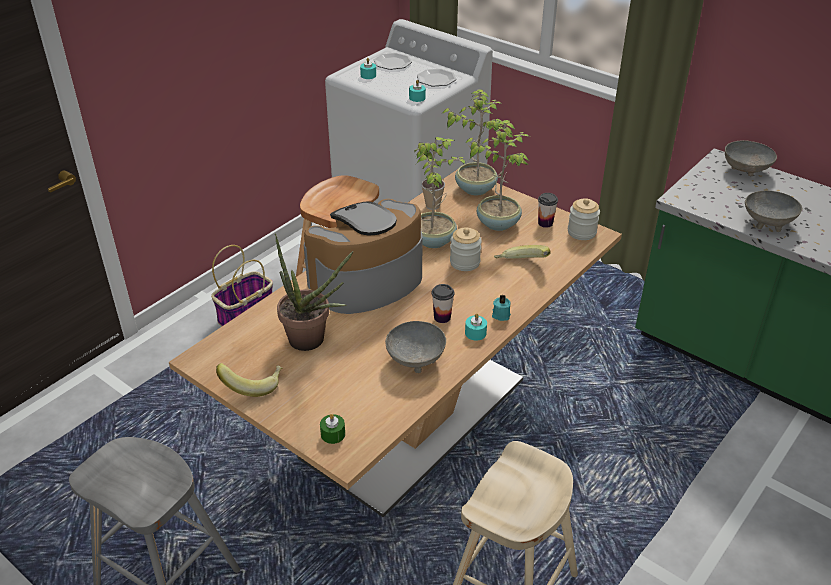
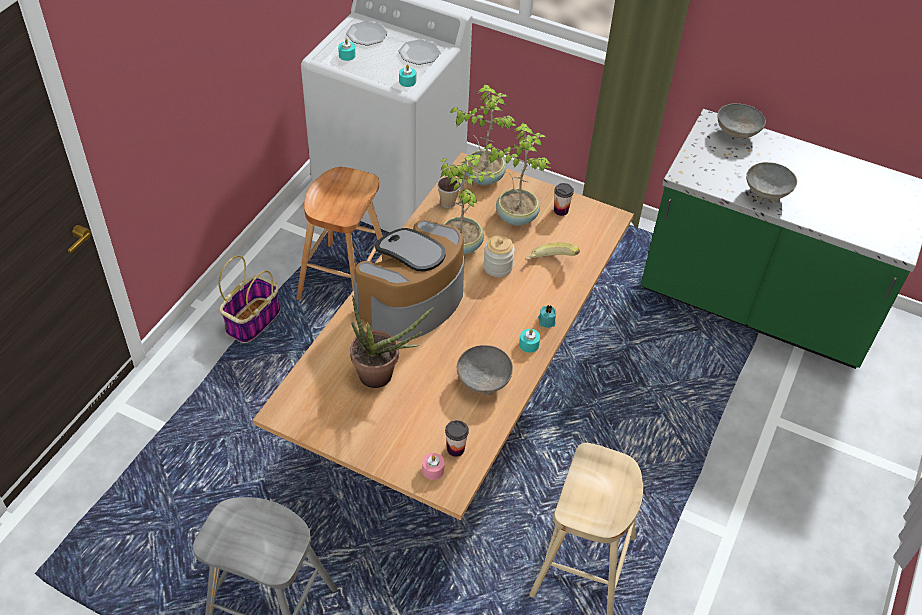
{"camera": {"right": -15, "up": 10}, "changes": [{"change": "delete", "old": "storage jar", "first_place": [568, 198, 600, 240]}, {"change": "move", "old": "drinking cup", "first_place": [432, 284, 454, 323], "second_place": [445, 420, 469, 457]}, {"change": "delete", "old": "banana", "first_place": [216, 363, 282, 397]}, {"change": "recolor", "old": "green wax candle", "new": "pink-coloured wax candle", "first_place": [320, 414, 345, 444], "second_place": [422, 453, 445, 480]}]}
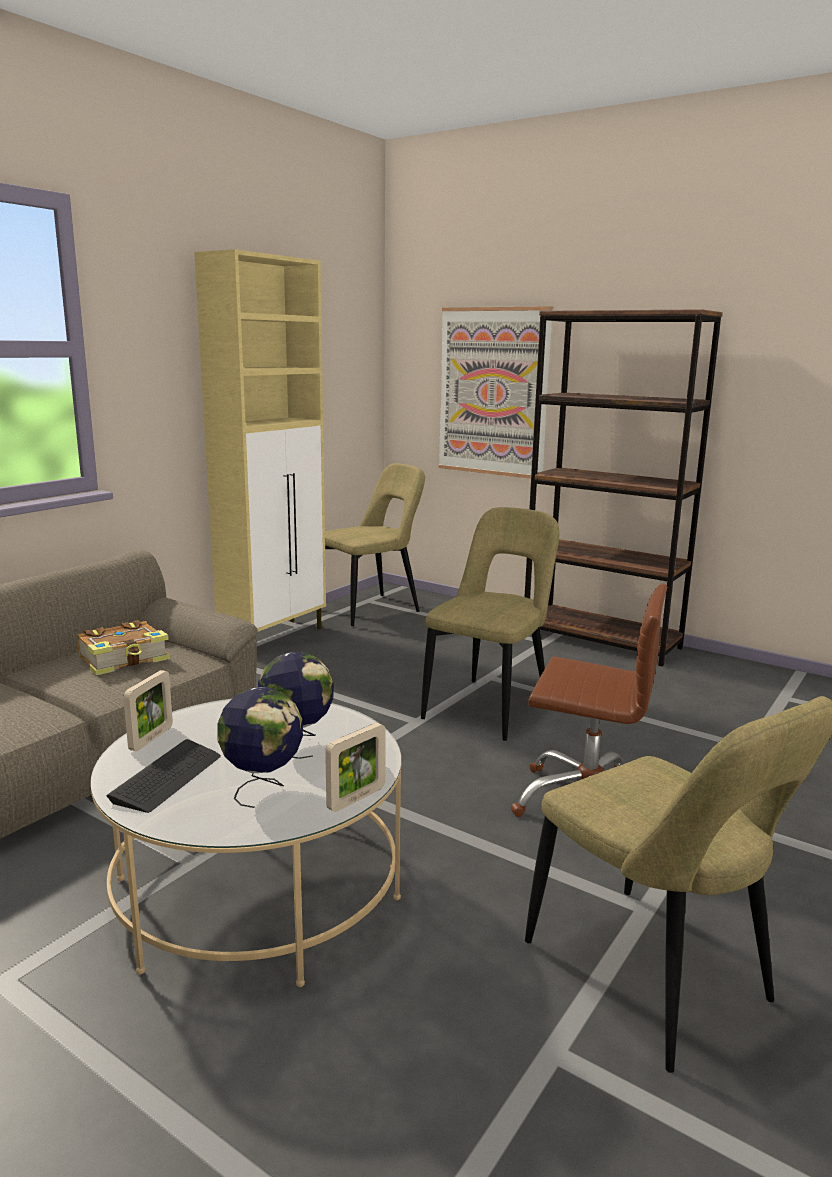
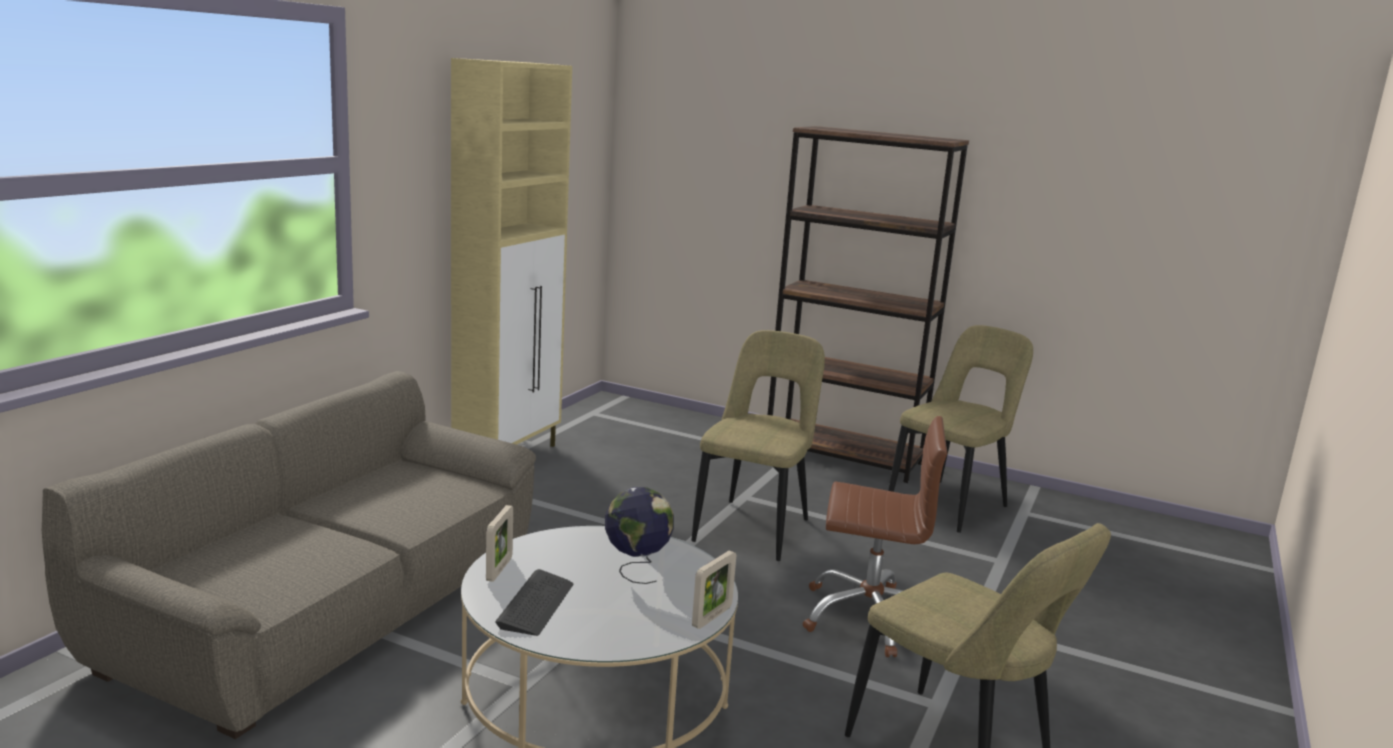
{"camera": {"right": -10, "up": 0}, "changes": [{"change": "delete", "old": "picture", "first_place": [438, 306, 553, 479]}, {"change": "move", "old": "beige plain chair", "first_place": [325, 463, 425, 626], "second_place": [888, 325, 1033, 533]}, {"change": "delete", "old": "bound book", "first_place": [77, 620, 170, 675]}, {"change": "delete", "old": "desk globe", "first_place": [217, 687, 303, 808]}]}
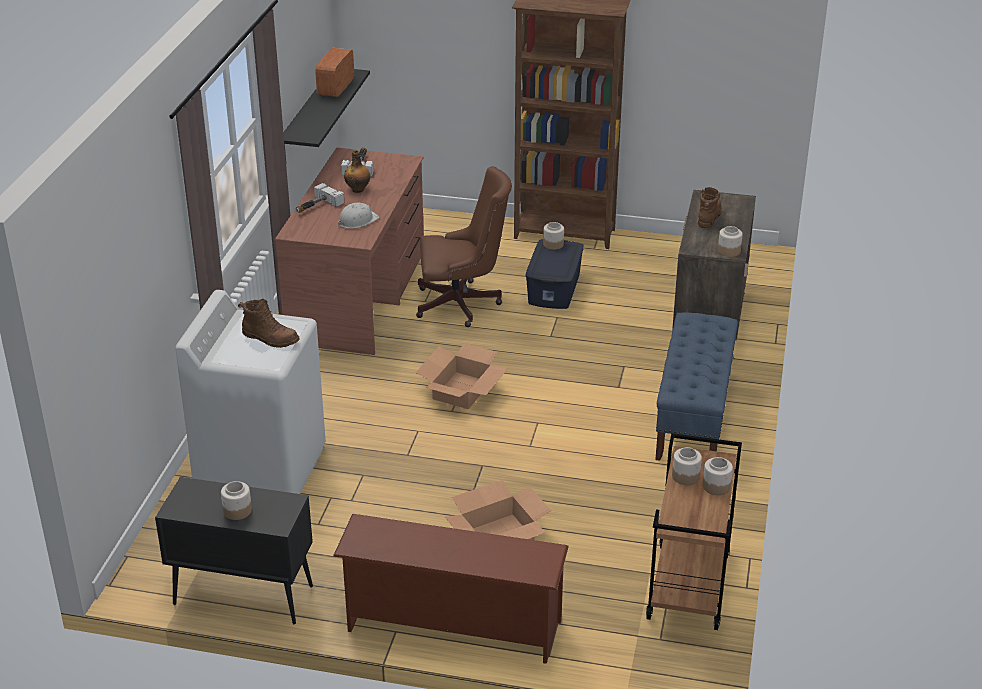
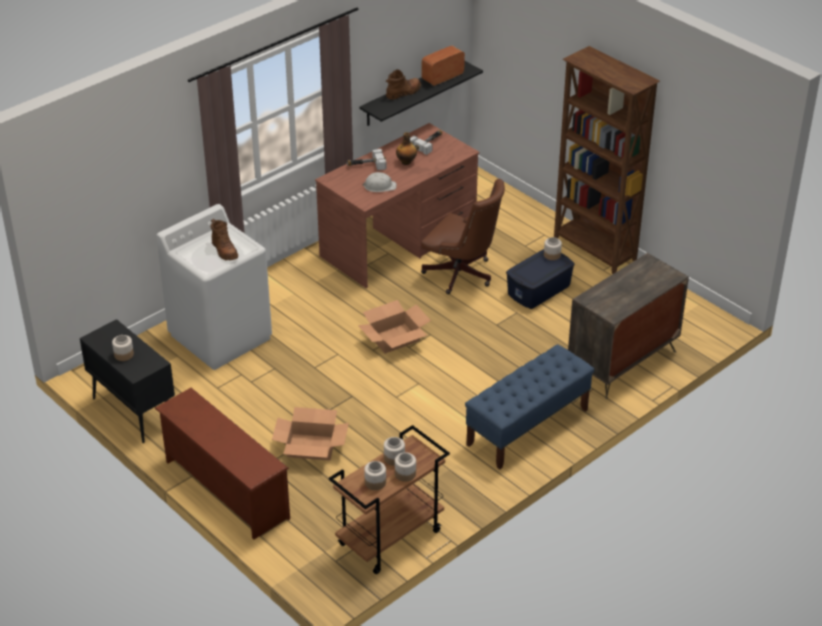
{"camera": {"right": 35, "up": 5}, "changes": [{"change": "move", "old": "brown tall boot", "first_place": [698, 187, 722, 228], "second_place": [386, 69, 421, 99]}, {"change": "move", "old": "storage jar", "first_place": [718, 226, 743, 257], "second_place": [364, 461, 386, 490]}]}
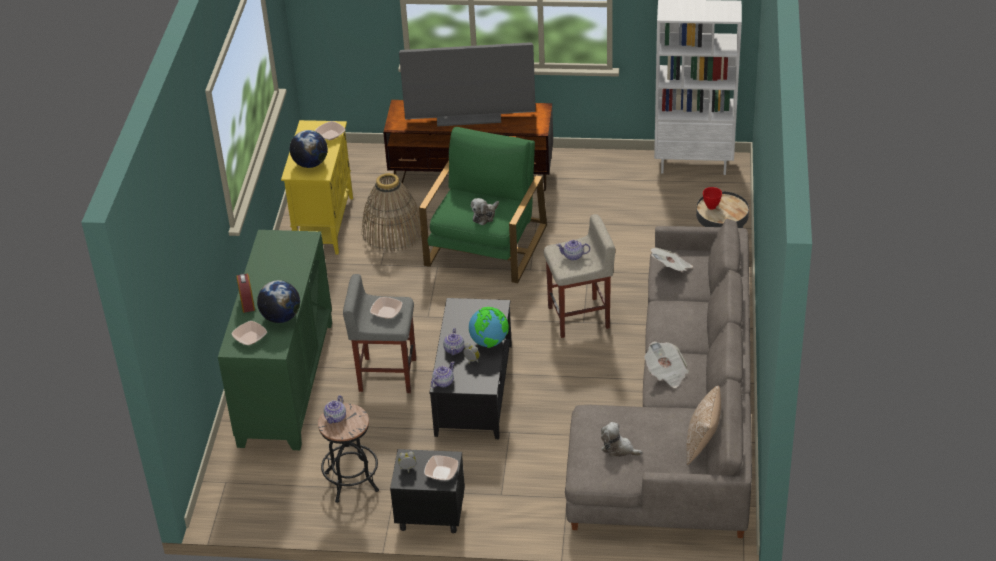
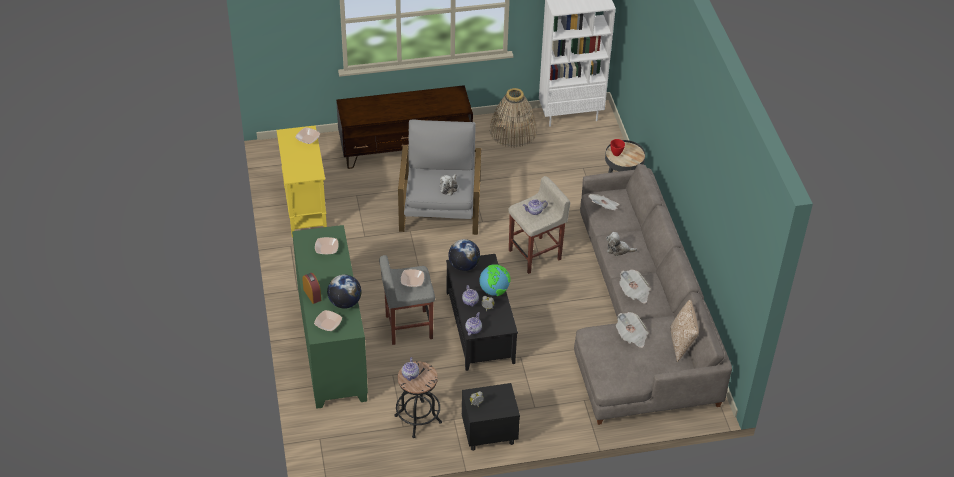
{"camera": {"right": -20, "up": 5}, "changes": [{"change": "delete", "old": "TV", "first_place": [399, 42, 536, 127]}, {"change": "recolor", "old": "green easy chair", "new": "gray easy chair", "first_place": [419, 127, 547, 283], "second_place": [398, 119, 481, 235]}, {"change": "move", "old": "desk globe", "first_place": [290, 130, 328, 168], "second_place": [448, 239, 480, 271]}, {"change": "move", "old": "storage basket", "first_place": [362, 173, 422, 252], "second_place": [490, 88, 537, 148]}, {"change": "move", "old": "cuddly toy", "first_place": [601, 422, 643, 457], "second_place": [607, 232, 637, 256]}, {"change": "move", "old": "deep dish", "first_place": [424, 455, 458, 480], "second_place": [315, 237, 339, 254]}, {"change": "insert", "new": "daily paper", "second_place": [616, 312, 649, 348]}]}
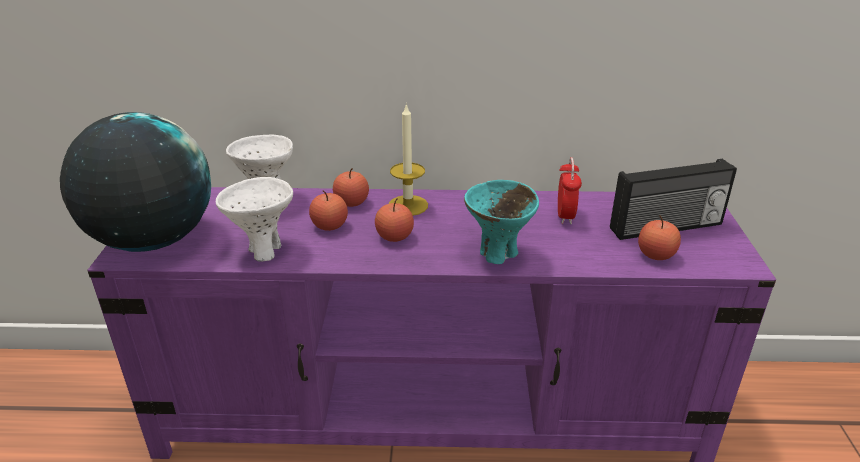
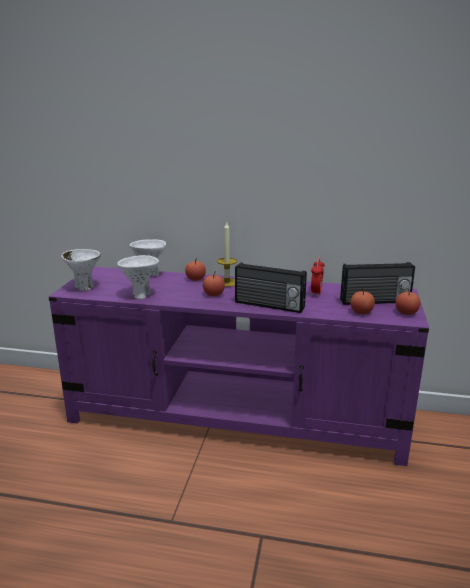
{"camera": {"right": 10, "up": -10}, "changes": [{"change": "replace", "old": "desk globe", "new": "white deep dish", "first_place": [60, 112, 211, 252], "second_place": [61, 249, 101, 291]}, {"change": "replace", "old": "turquoise deep dish", "new": "radio", "first_place": [464, 180, 539, 264], "second_place": [235, 262, 307, 313]}, {"change": "move", "old": "apple", "first_place": [309, 191, 348, 231], "second_place": [395, 289, 421, 315]}]}
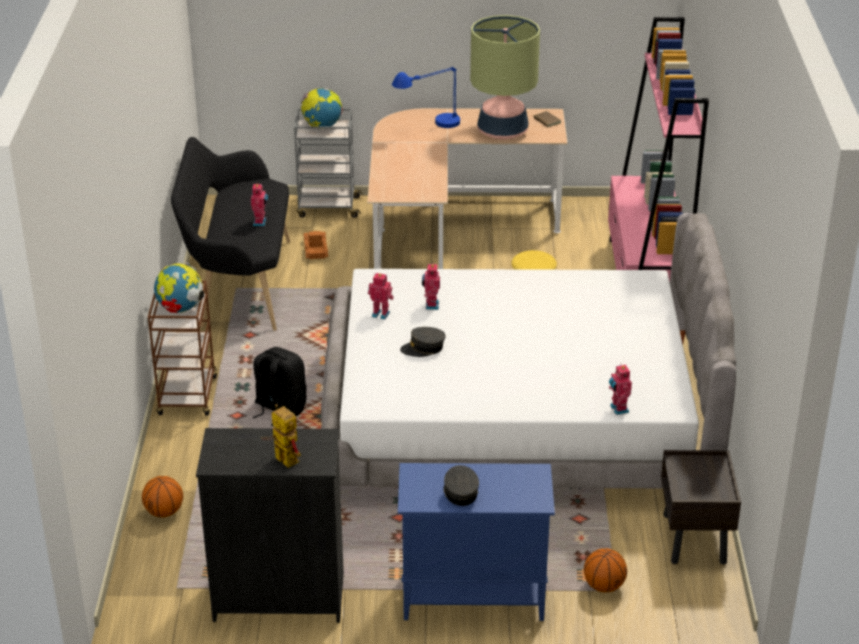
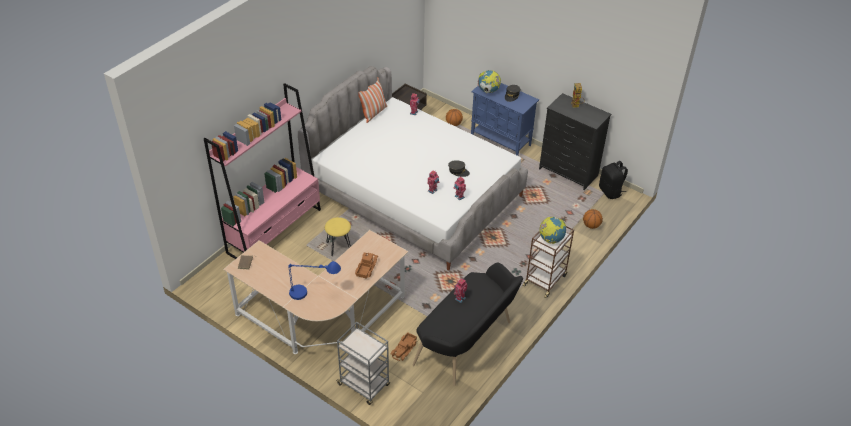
{"camera": {"right": -145, "up": 10}, "changes": [{"change": "delete", "old": "lamp for a table", "first_place": [470, 15, 540, 140]}, {"change": "move", "old": "desk globe", "first_place": [301, 88, 343, 127], "second_place": [478, 70, 501, 93]}, {"change": "move", "old": "black backpack", "first_place": [252, 347, 307, 426], "second_place": [599, 161, 628, 199]}, {"change": "insert", "new": "cushion", "second_place": [358, 77, 387, 123]}, {"change": "insert", "new": "toy truck", "second_place": [355, 253, 378, 279]}]}
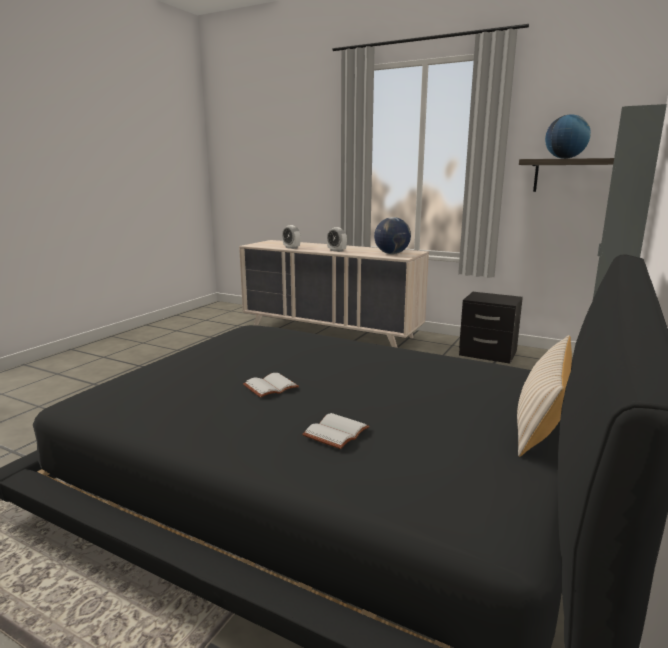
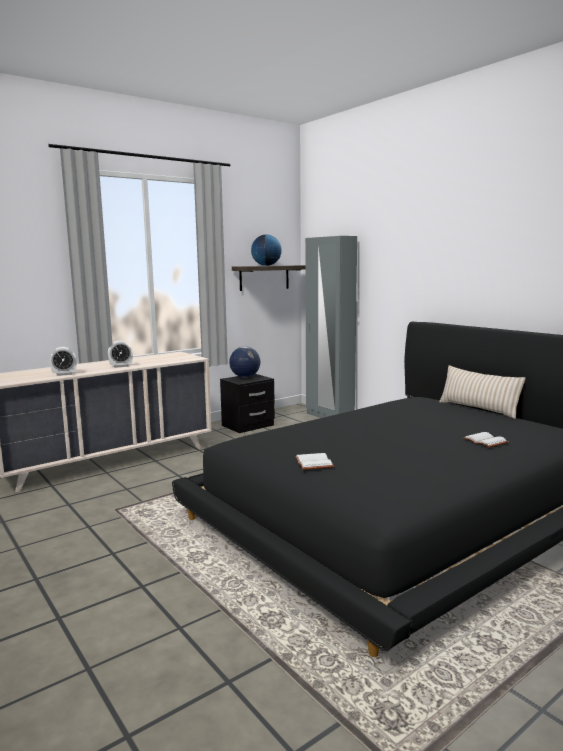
{"camera": {"right": -65, "up": -5}, "changes": [{"change": "move", "old": "desk globe", "first_place": [374, 217, 411, 254], "second_place": [229, 346, 260, 378]}, {"change": "move", "old": "white bound book", "first_place": [243, 373, 299, 398], "second_place": [295, 453, 334, 470]}]}
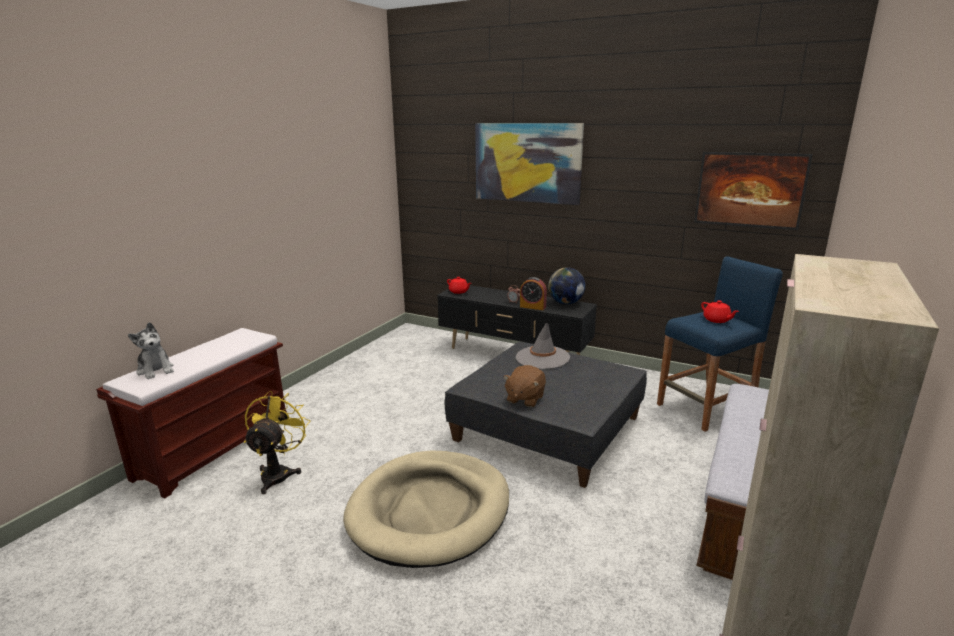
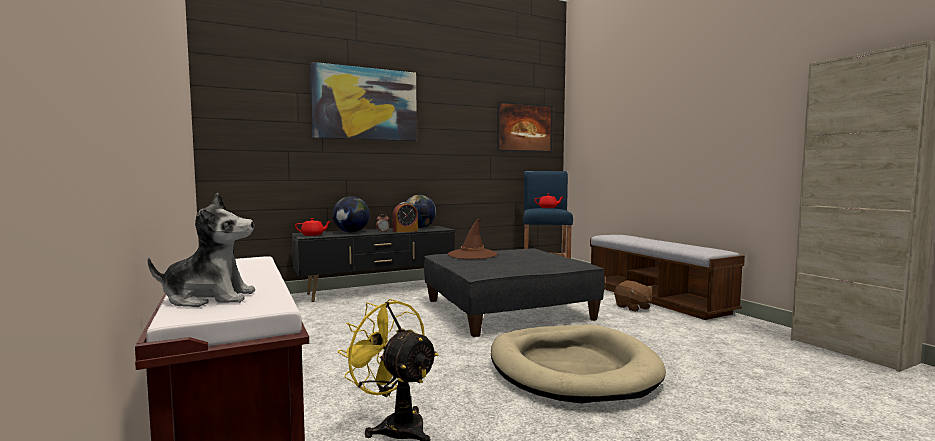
{"camera": {"right": -55, "up": -15}, "changes": [{"change": "recolor", "old": "gray hat", "new": "brown hat", "first_place": [516, 323, 570, 369], "second_place": [448, 219, 497, 259]}, {"change": "move", "old": "brown cuddly toy", "first_place": [503, 365, 546, 407], "second_place": [614, 280, 653, 312]}, {"change": "insert", "new": "desk globe", "second_place": [333, 196, 370, 232]}]}
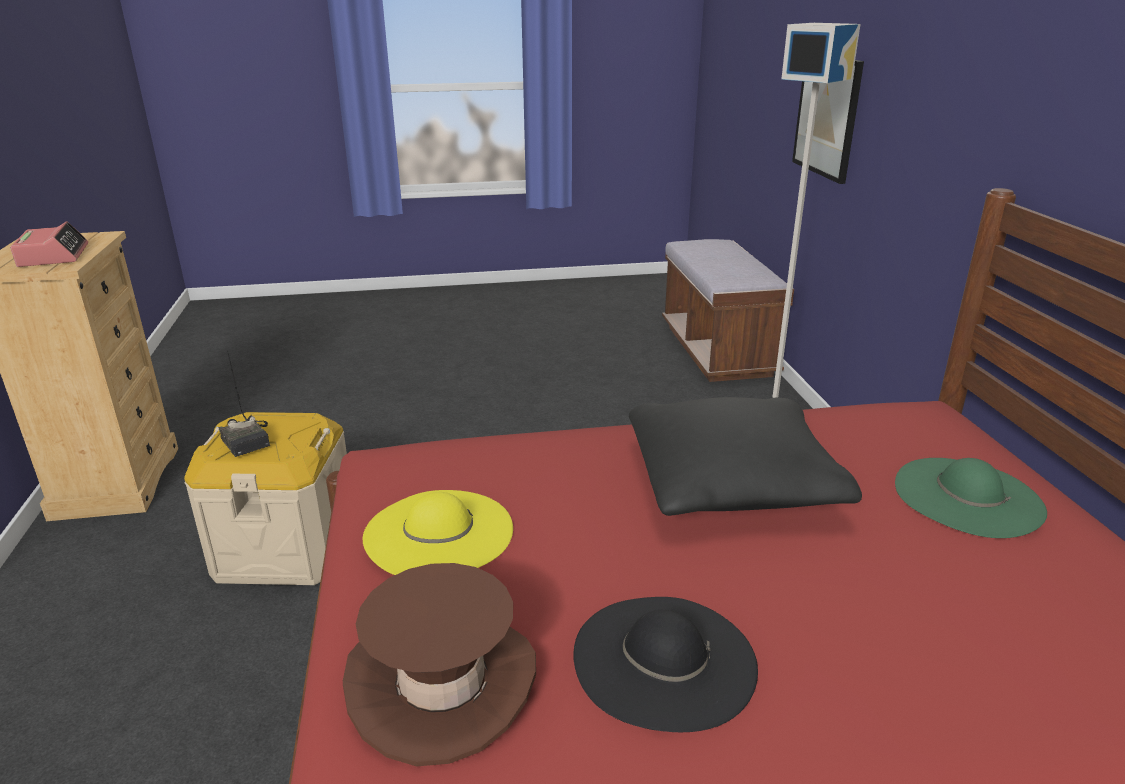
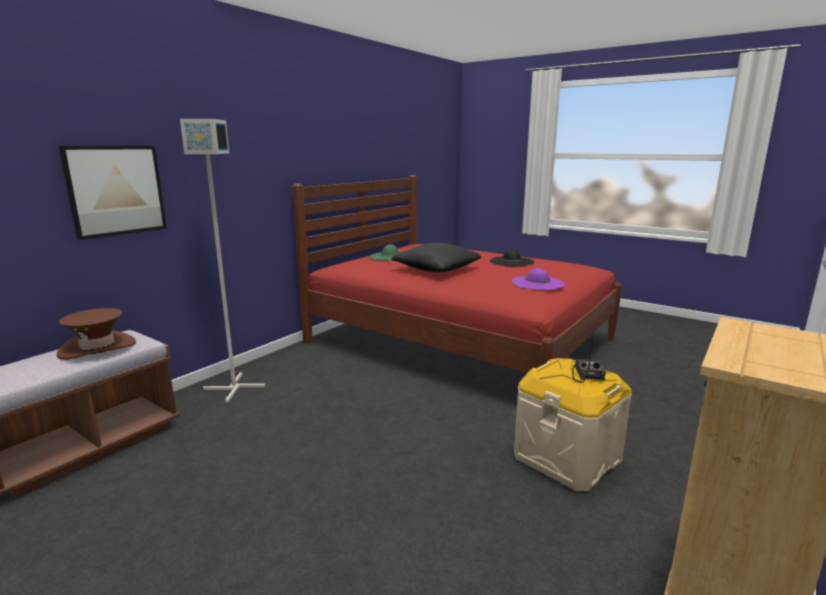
{"camera": {"right": -135, "up": -10}, "changes": [{"change": "delete", "old": "alarm clock", "first_place": [10, 221, 88, 267]}, {"change": "recolor", "old": "yellow-coloured hat", "new": "purple hat", "first_place": [363, 490, 513, 575], "second_place": [512, 268, 565, 290]}, {"change": "move", "old": "brown hat", "first_place": [343, 563, 536, 766], "second_place": [57, 308, 136, 360]}]}
